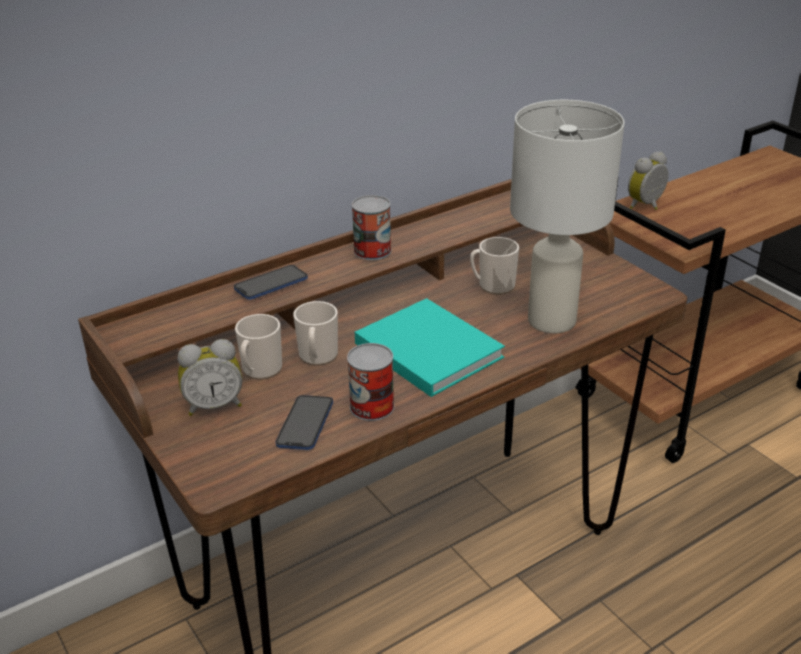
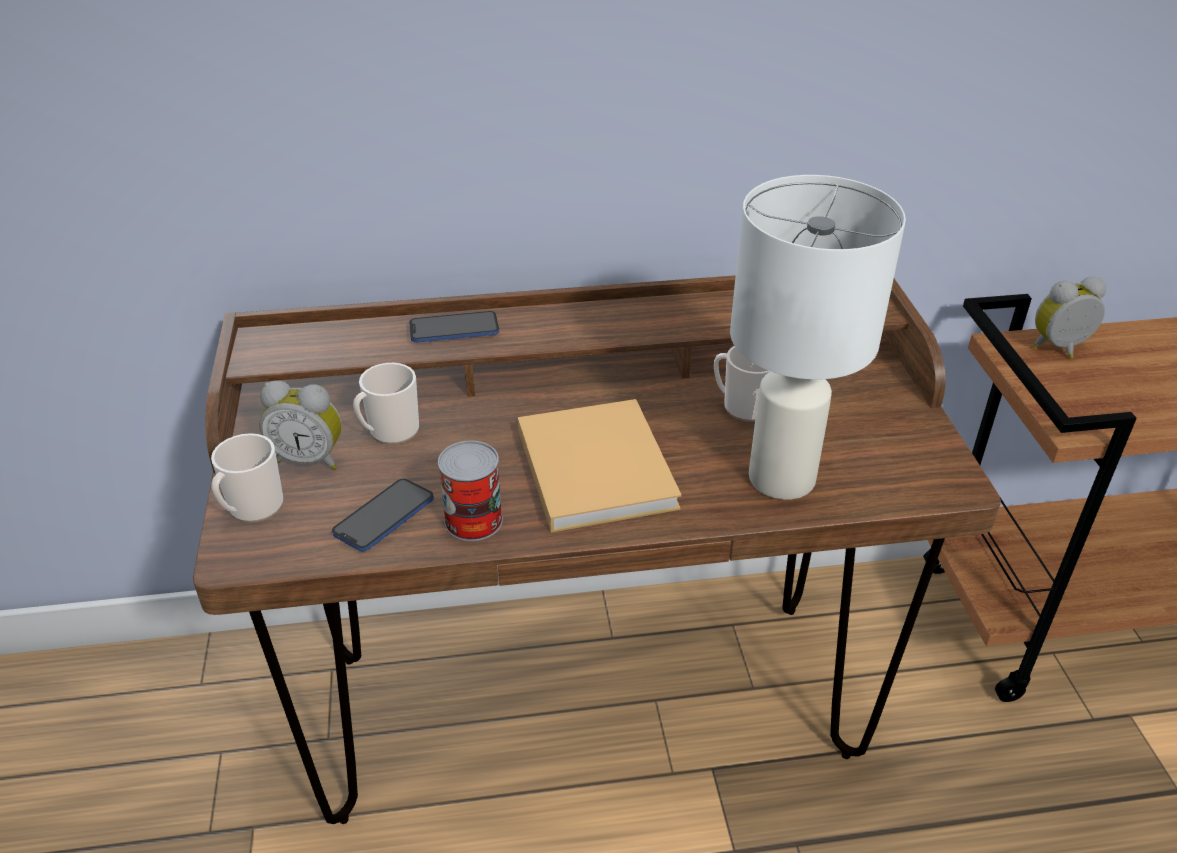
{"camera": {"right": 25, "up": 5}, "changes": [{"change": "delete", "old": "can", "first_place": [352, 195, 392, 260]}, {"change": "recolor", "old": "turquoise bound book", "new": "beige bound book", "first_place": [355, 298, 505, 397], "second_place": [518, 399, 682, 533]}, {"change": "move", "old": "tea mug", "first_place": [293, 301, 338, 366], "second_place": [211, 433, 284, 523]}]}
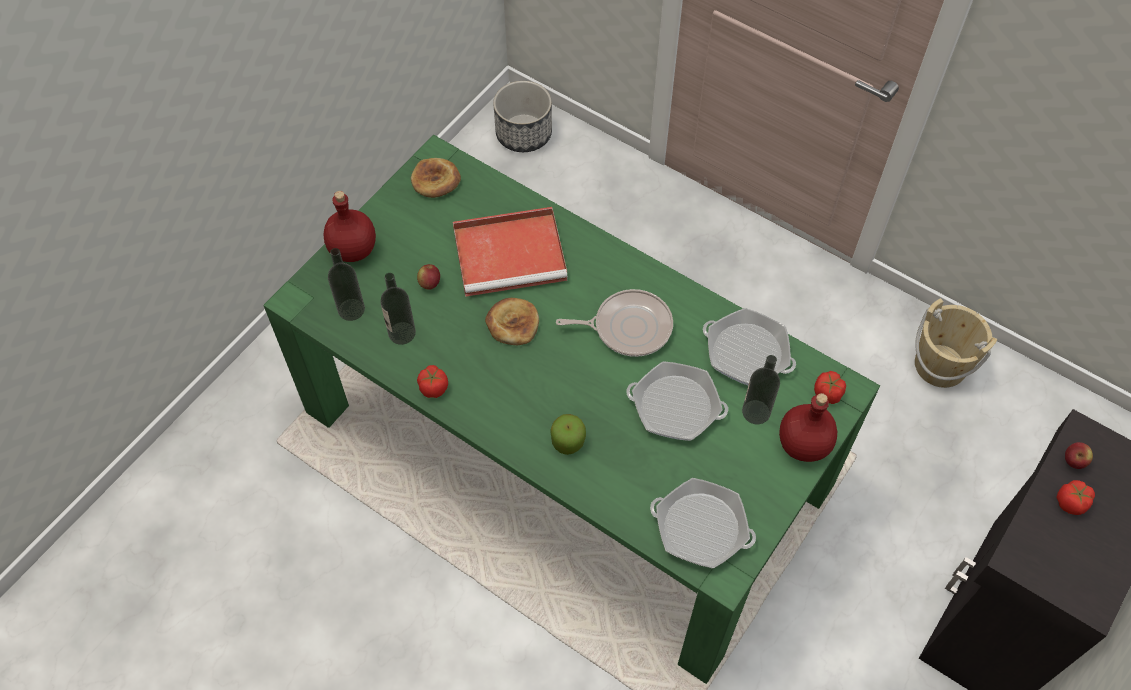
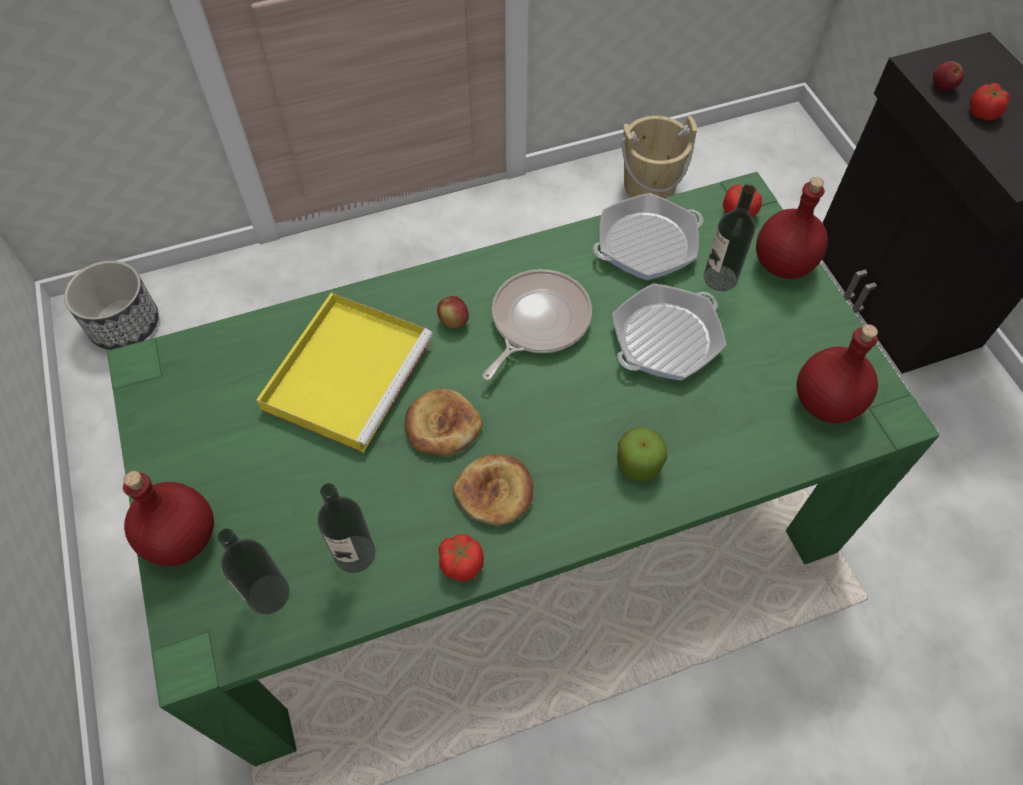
{"camera": {"right": -55, "up": 0}, "changes": [{"change": "move", "old": "baked bread", "first_place": [411, 158, 461, 198], "second_place": [452, 454, 534, 526]}, {"change": "recolor", "old": "red serving tray", "new": "yellow-coloured serving tray", "first_place": [453, 207, 568, 297], "second_place": [256, 293, 433, 453]}, {"change": "move", "old": "apple", "first_place": [417, 264, 440, 290], "second_place": [437, 296, 469, 328]}, {"change": "replace", "old": "frying pan", "new": "red beverage bottle", "first_place": [650, 478, 756, 569], "second_place": [797, 324, 878, 424]}]}
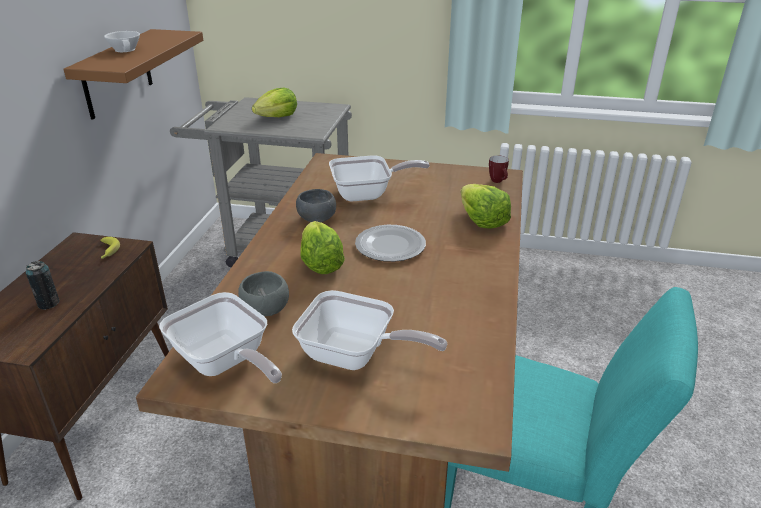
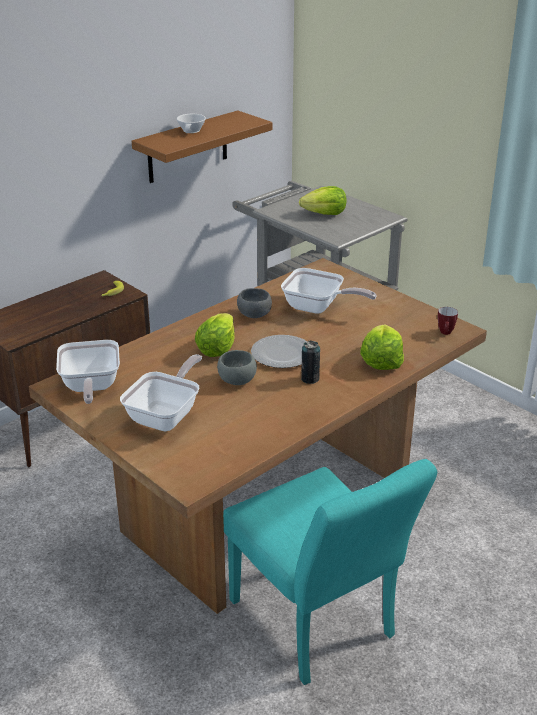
{"camera": {"right": 35, "up": 0}, "changes": [{"change": "move", "old": "can", "first_place": [26, 261, 60, 310], "second_place": [301, 341, 320, 384]}, {"change": "move", "old": "gray deep dish", "first_place": [238, 271, 289, 316], "second_place": [217, 350, 257, 385]}, {"change": "rotate", "old": "frying pan", "first_place": [292, 290, 448, 370], "second_place": [120, 354, 202, 431], "degrees": -120}]}
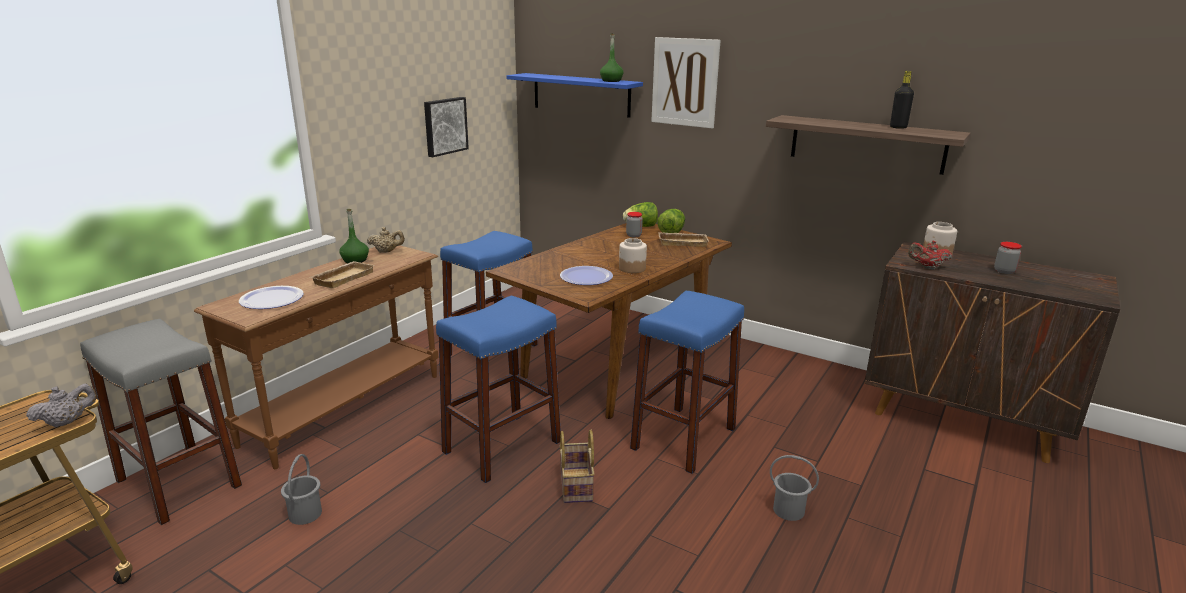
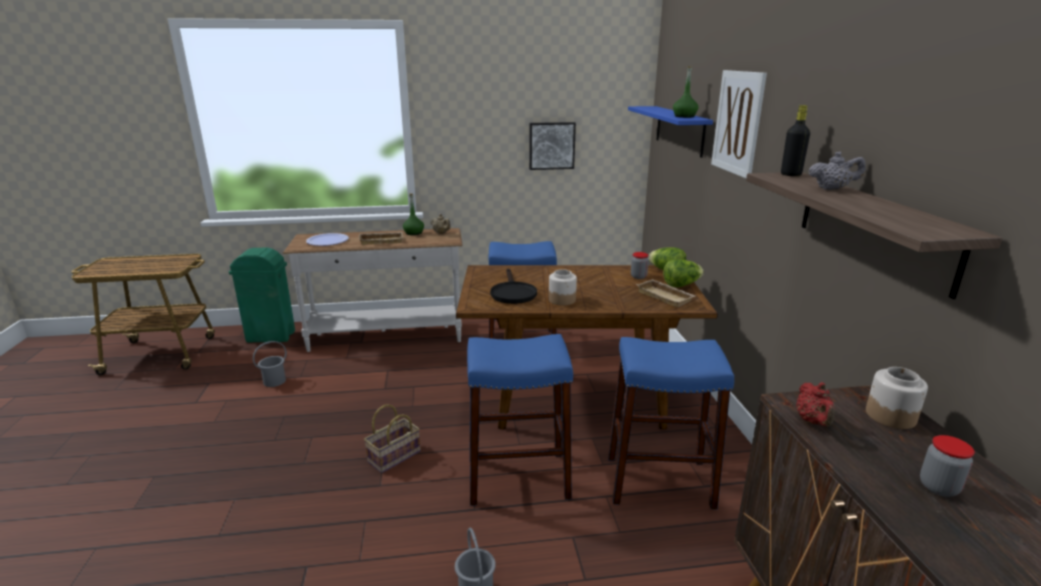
{"camera": {"right": 50, "up": 0}, "changes": [{"change": "move", "old": "black beverage bottle", "first_place": [890, 71, 914, 129], "second_place": [781, 105, 810, 176]}, {"change": "rotate", "old": "red pot for tea", "first_place": [908, 240, 952, 269], "second_place": [796, 382, 835, 427], "degrees": -150}, {"change": "recolor", "old": "brown console table", "new": "white console table", "first_place": [194, 245, 438, 469], "second_place": [283, 228, 463, 352]}, {"change": "replace", "old": "flat dish", "new": "black frying pan", "first_place": [560, 266, 613, 285], "second_place": [490, 269, 537, 304]}, {"change": "move", "old": "blue-coloured stool seat", "first_place": [436, 296, 561, 483], "second_place": [608, 337, 734, 509]}, {"change": "replace", "old": "gray stool seat", "new": "green waste bin", "first_place": [80, 319, 242, 525], "second_place": [229, 248, 295, 342]}, {"change": "move", "old": "gray pot for tea", "first_place": [26, 383, 97, 428], "second_place": [808, 151, 866, 190]}]}
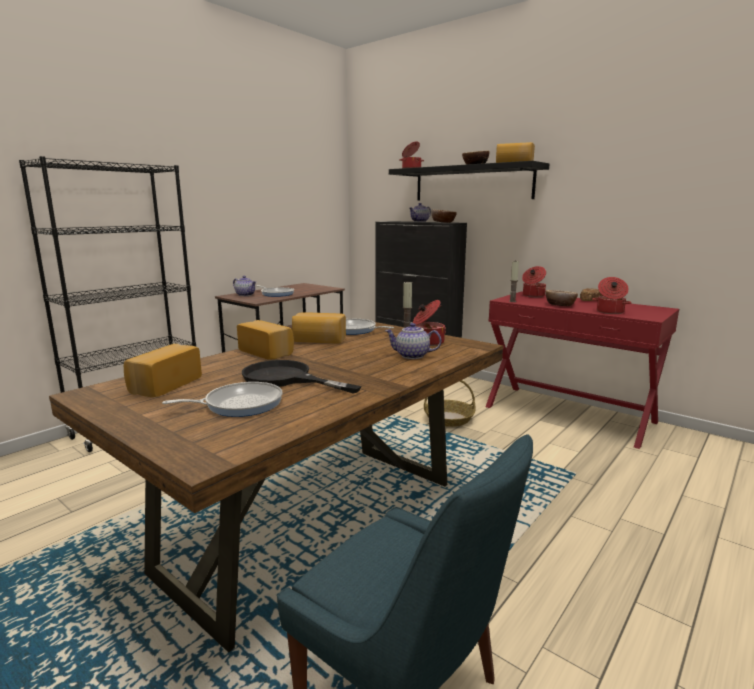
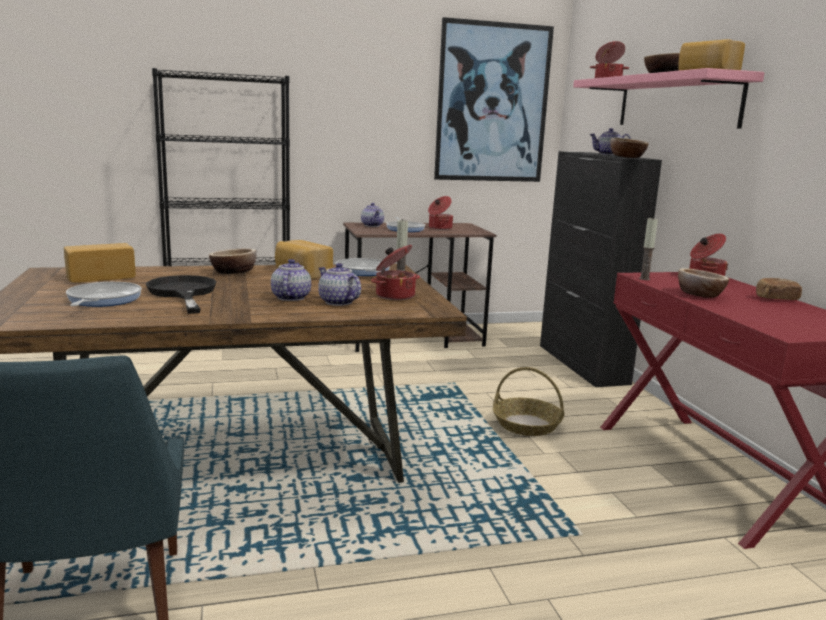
{"camera": {"right": 35, "up": 0}, "changes": [{"change": "recolor", "old": "black shelf", "new": "pink-coloured shelf", "first_place": [389, 161, 549, 200], "second_place": [573, 68, 765, 129]}, {"change": "move", "old": "cooking pot", "first_place": [592, 277, 631, 314], "second_place": [428, 196, 453, 230]}, {"change": "replace", "old": "baked bread", "new": "deep dish", "first_place": [237, 320, 294, 360], "second_place": [209, 249, 256, 274]}, {"change": "rotate", "old": "frying pan", "first_place": [162, 382, 283, 417], "second_place": [66, 282, 142, 307], "degrees": -105}, {"change": "insert", "new": "picture", "second_place": [434, 17, 554, 182]}, {"change": "insert", "new": "pot for tea", "second_place": [271, 259, 311, 301]}]}
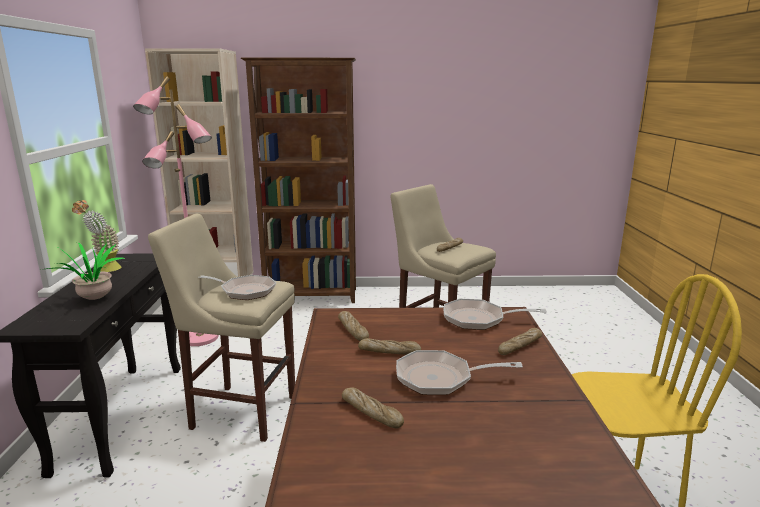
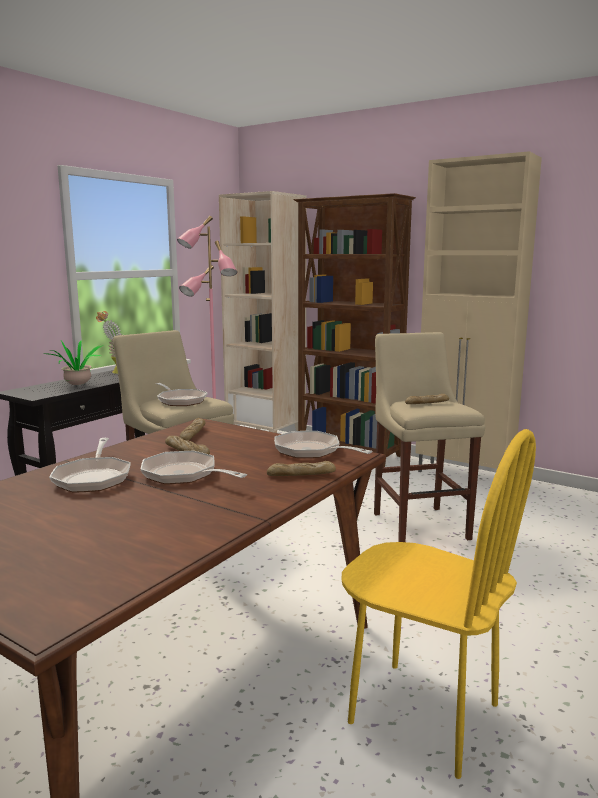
{"camera": {"right": 35, "up": -5}, "changes": [{"change": "replace", "old": "baked bread", "new": "frying pan", "first_place": [342, 388, 404, 428], "second_place": [49, 438, 131, 493]}, {"change": "insert", "new": "beige cabinet", "second_place": [415, 151, 542, 472]}]}
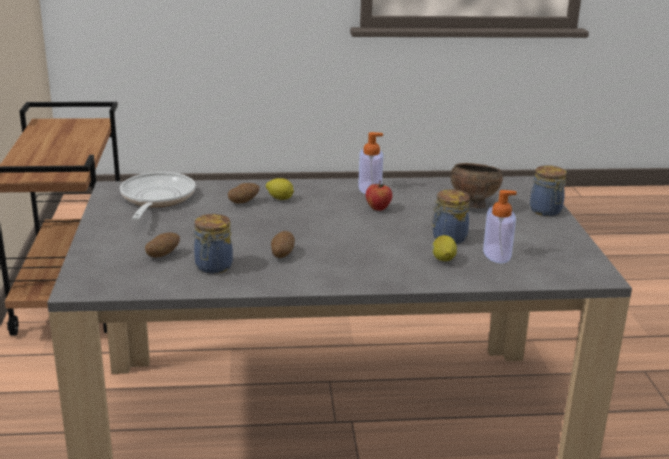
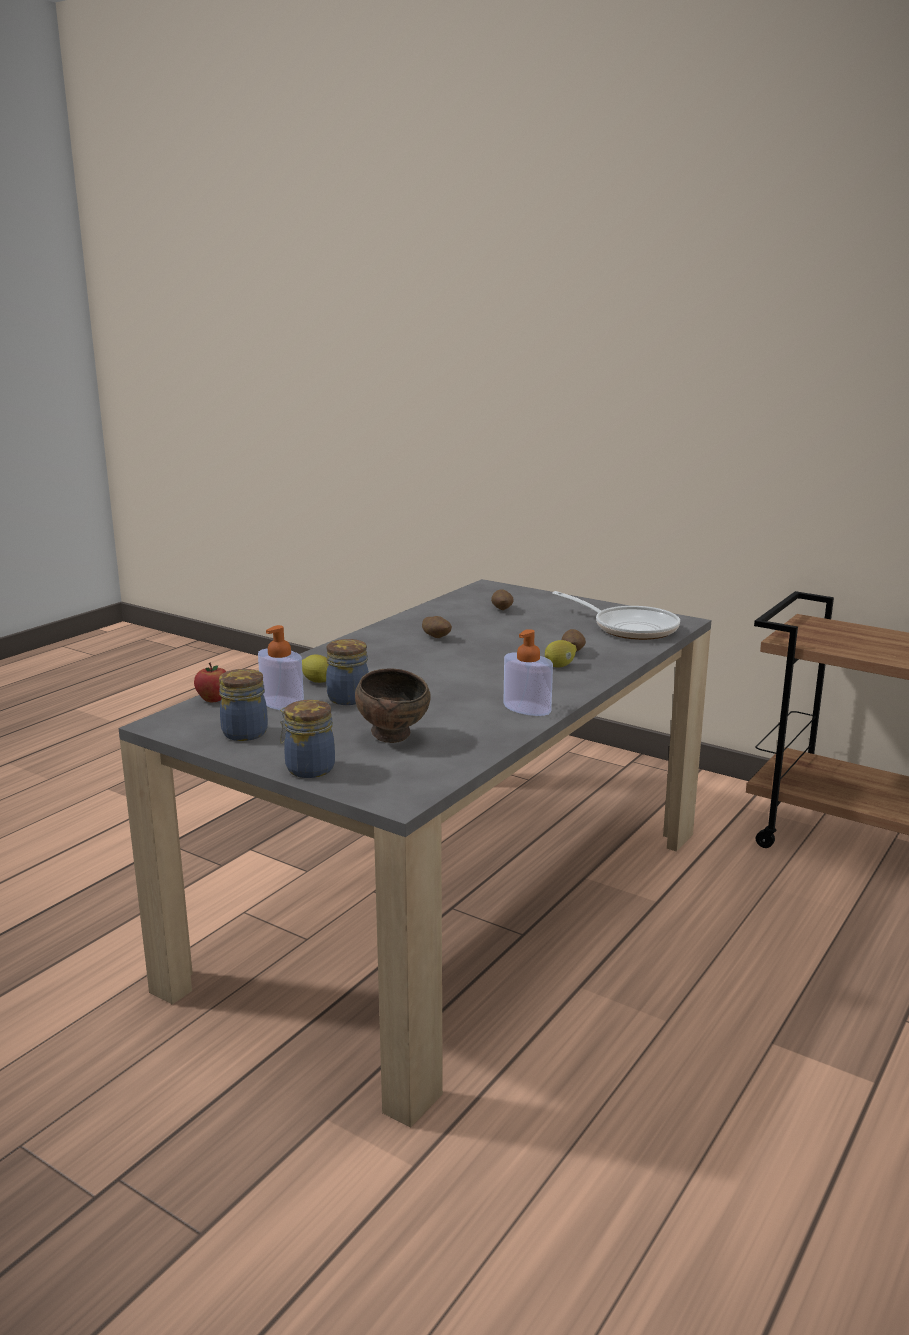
{"camera": {"right": 130, "up": -5}, "changes": [{"change": "move", "old": "apple", "first_place": [366, 181, 392, 211], "second_place": [194, 663, 226, 702]}, {"change": "move", "old": "storage jar", "first_place": [194, 214, 233, 274], "second_place": [219, 669, 268, 741]}]}
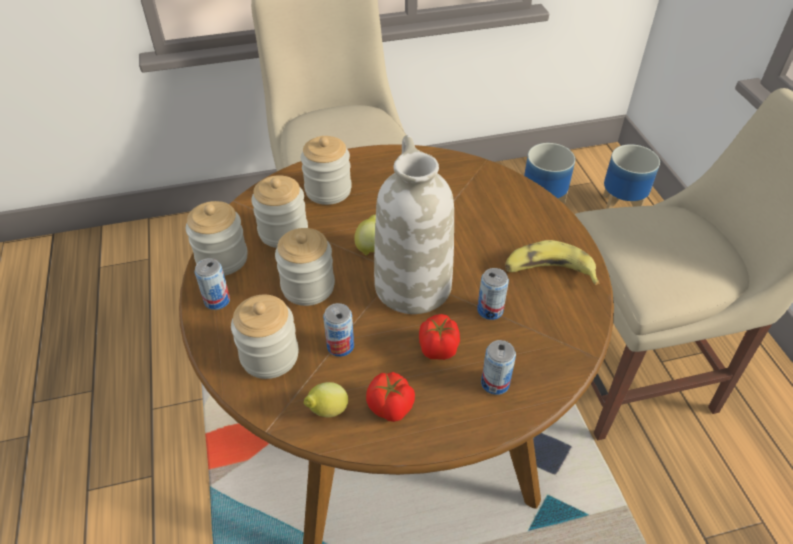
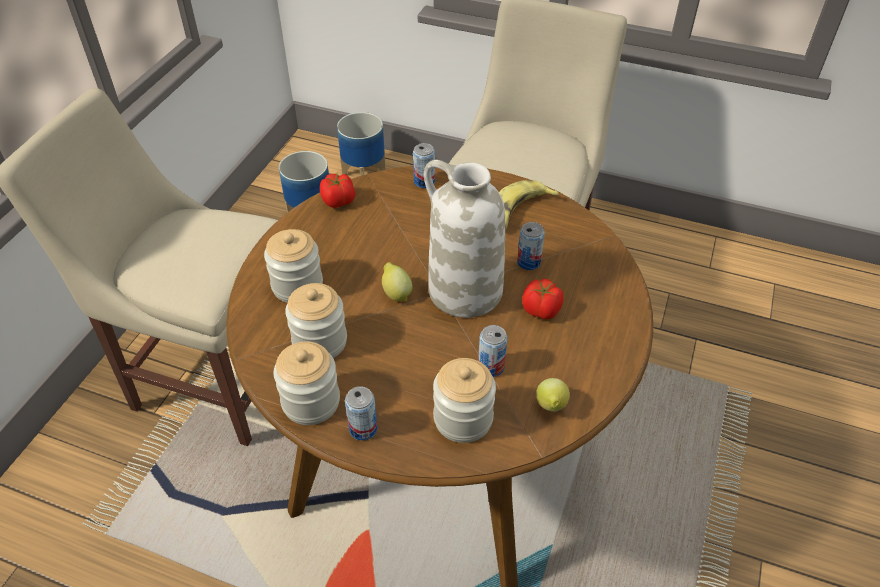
{"camera": {"right": -55, "up": 0}, "changes": [{"change": "delete", "old": "storage jar", "first_place": [275, 228, 335, 306]}, {"change": "move", "old": "can", "first_place": [481, 340, 516, 395], "second_place": [413, 143, 435, 188]}, {"change": "move", "old": "tomato", "first_place": [366, 372, 415, 422], "second_place": [320, 173, 355, 208]}]}
